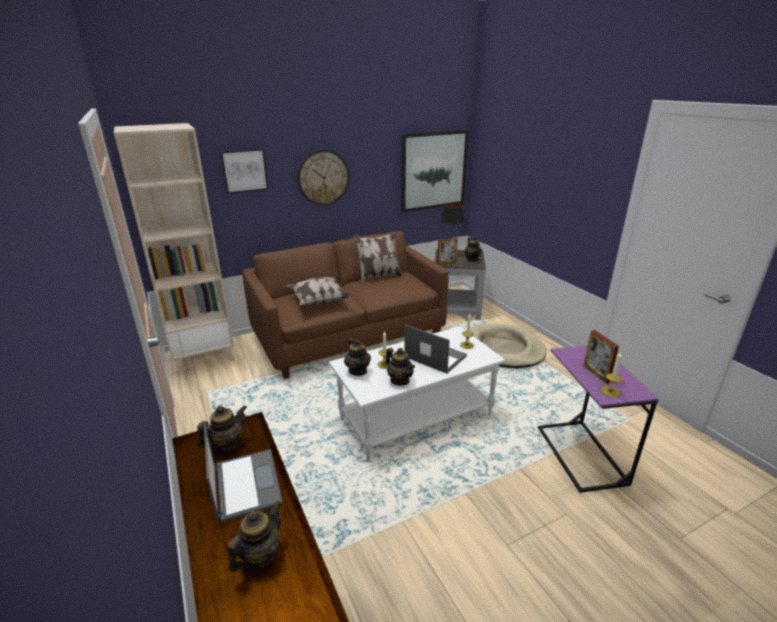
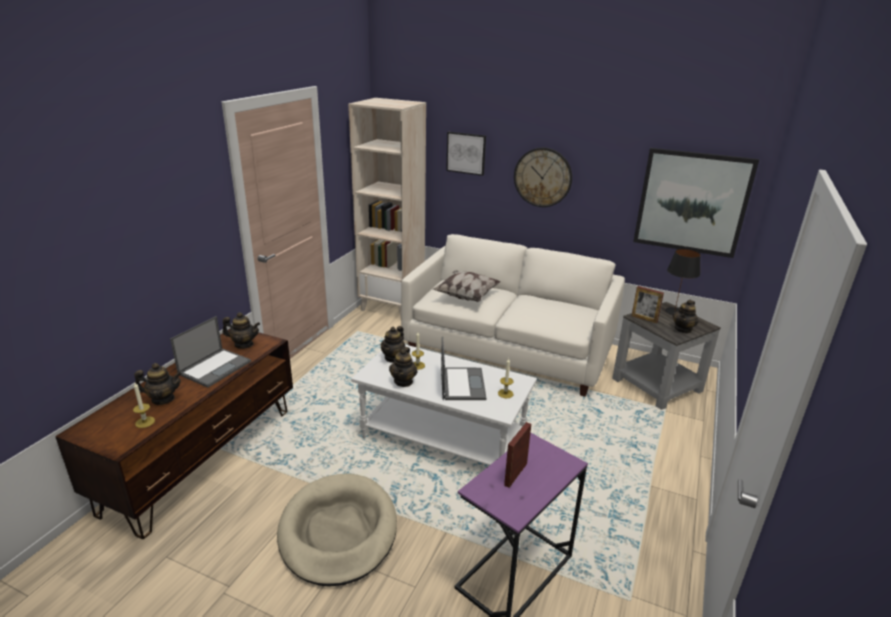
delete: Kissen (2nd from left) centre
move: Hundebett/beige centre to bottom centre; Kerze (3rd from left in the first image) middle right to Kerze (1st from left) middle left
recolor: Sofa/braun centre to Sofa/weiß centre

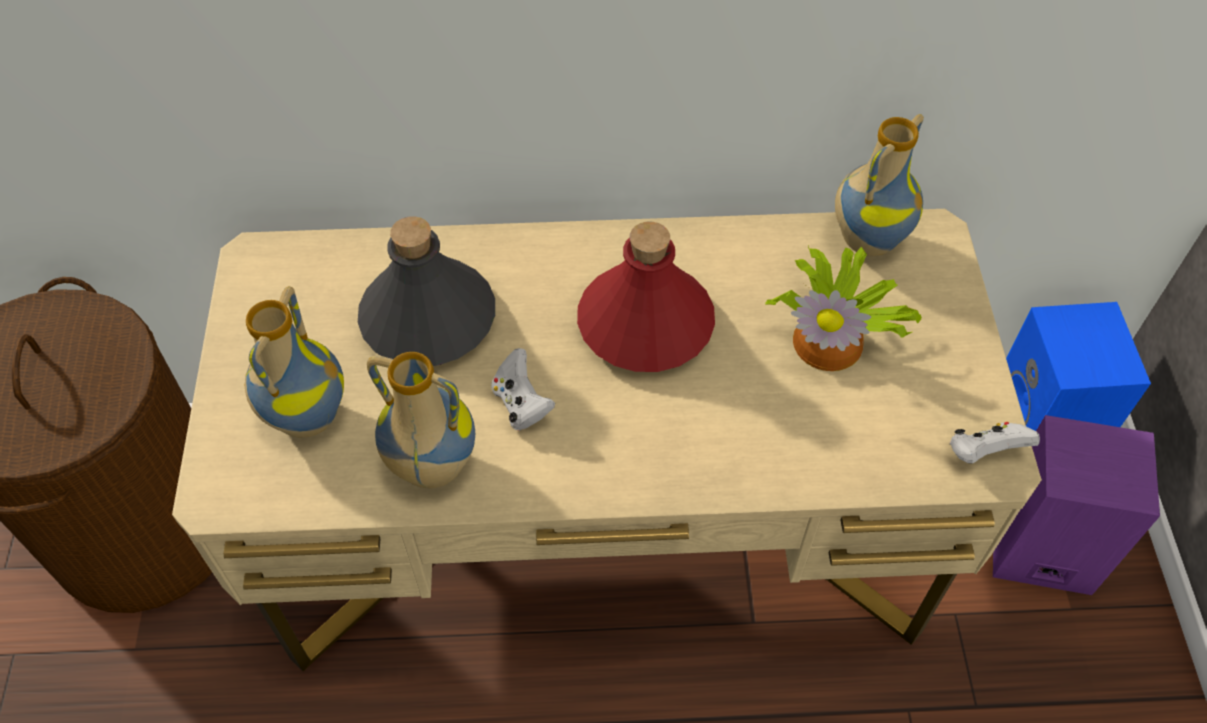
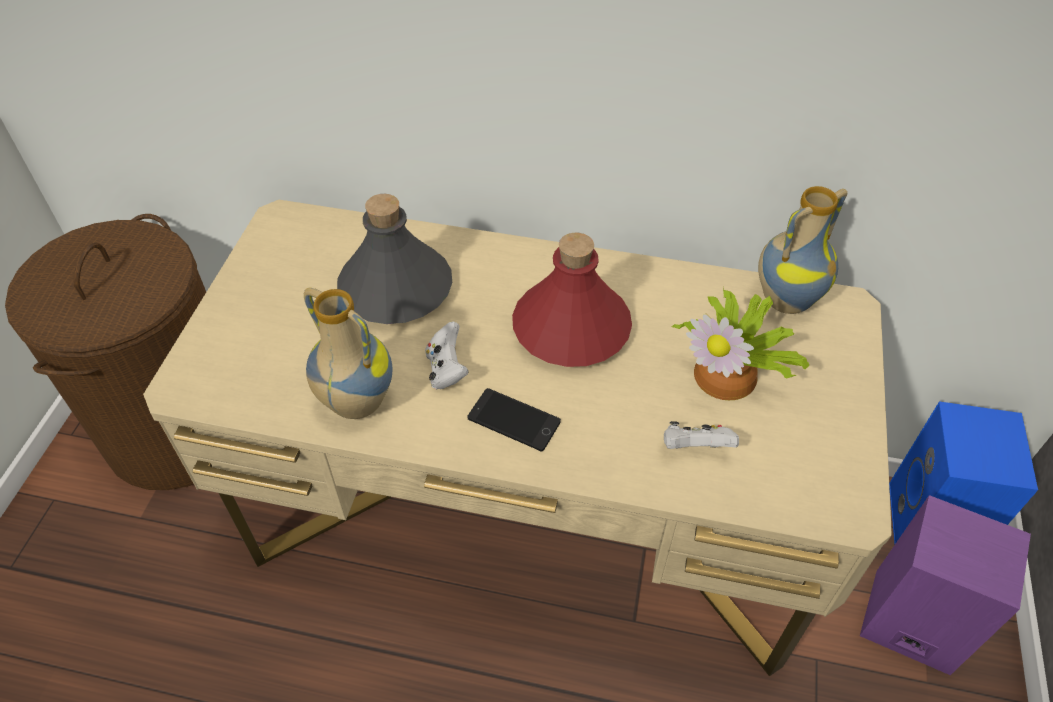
delete: Vase (1st from left) middle left
insert: Handy centre
move: Gamepad/weiß (2nd from left) middle right to centre

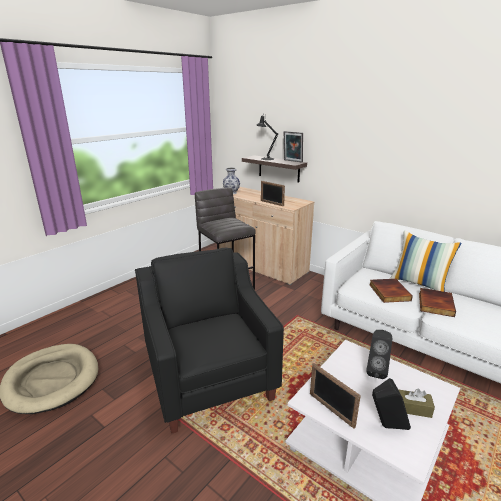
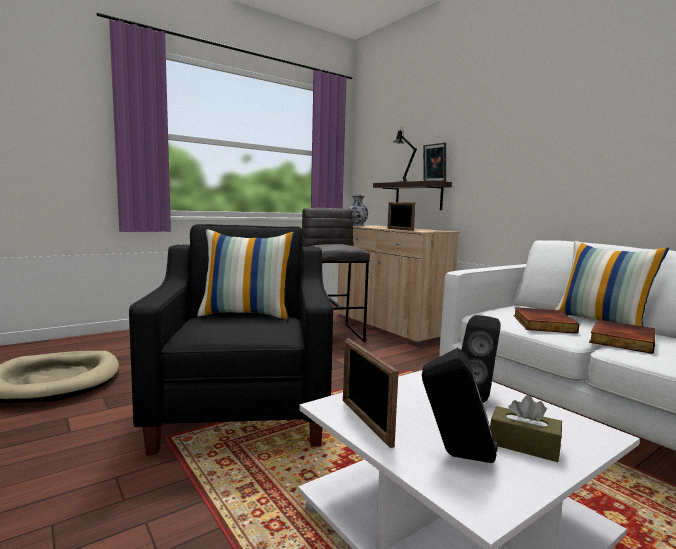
insert: Kissen (1st from left) centre

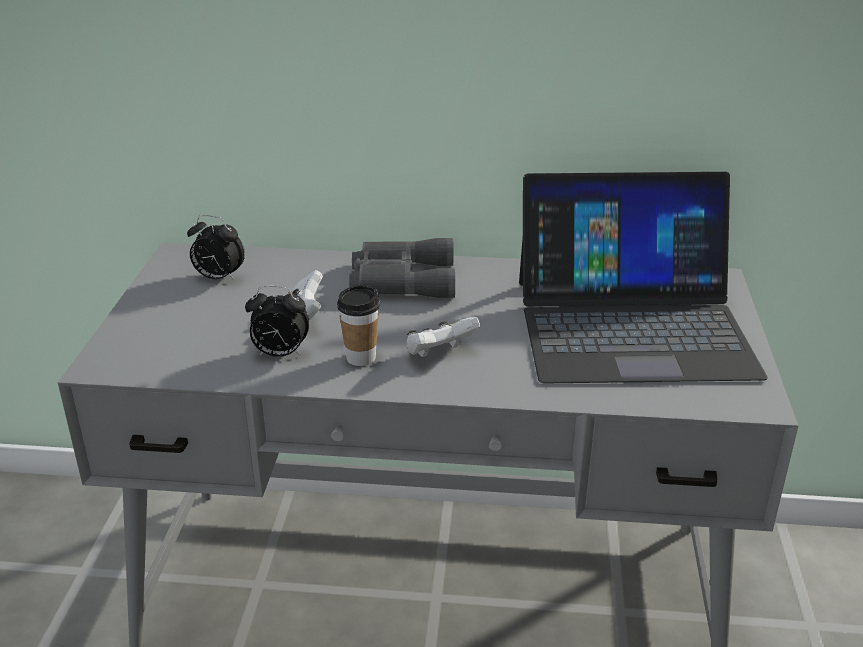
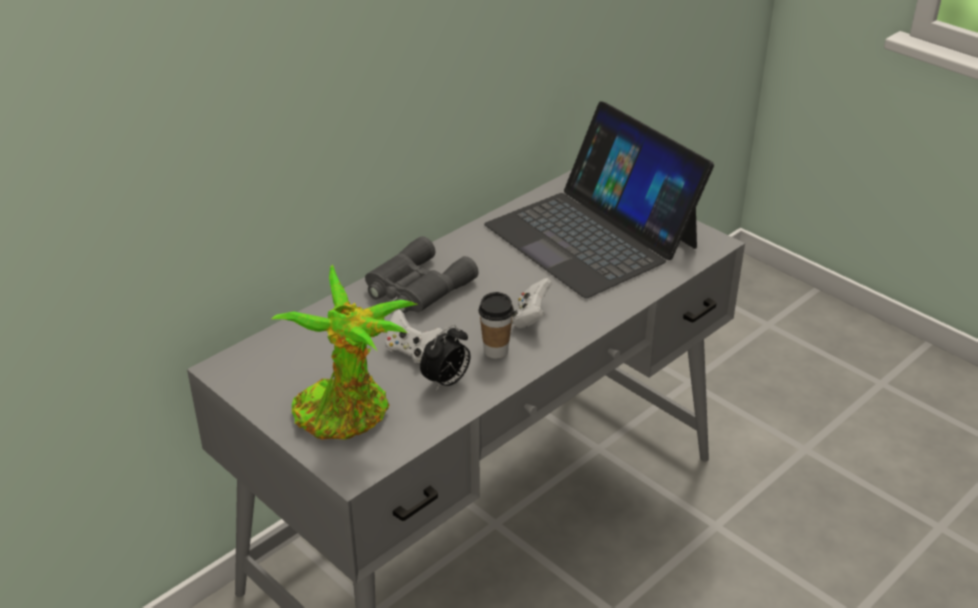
delete: Wecker (1st from left) middle left
insert: Topfpflanze centre
rotate: Laptop middle right = top centre 105 degrees clockwise

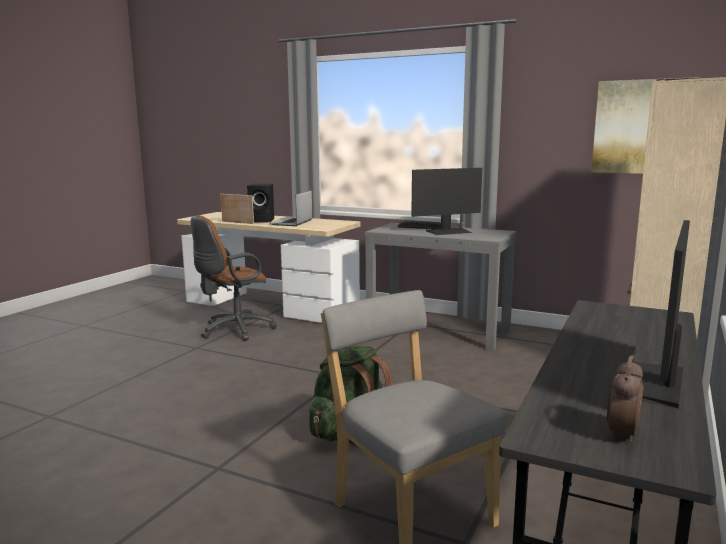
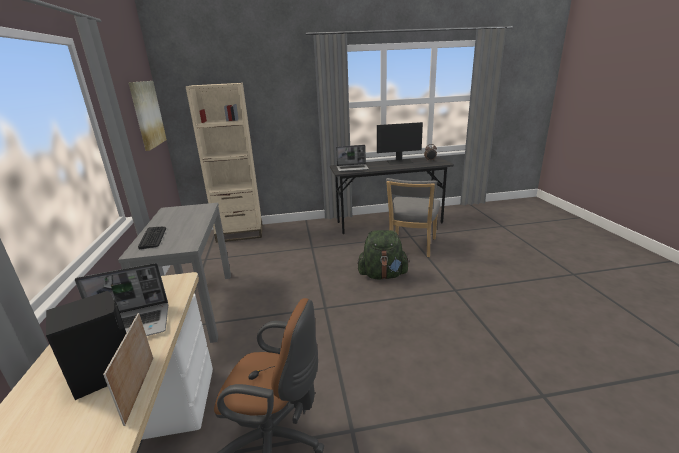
delete: Monitor (1st from left) centre
insert: Laptop (2nd from left) centre

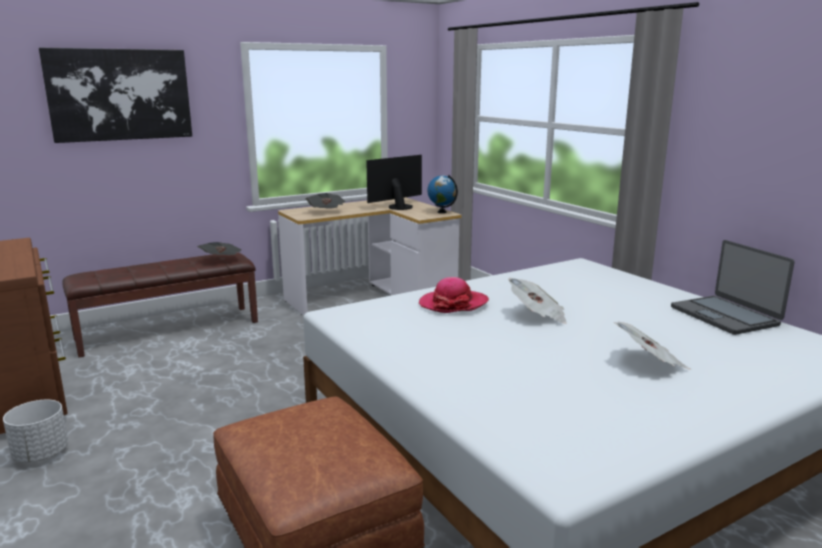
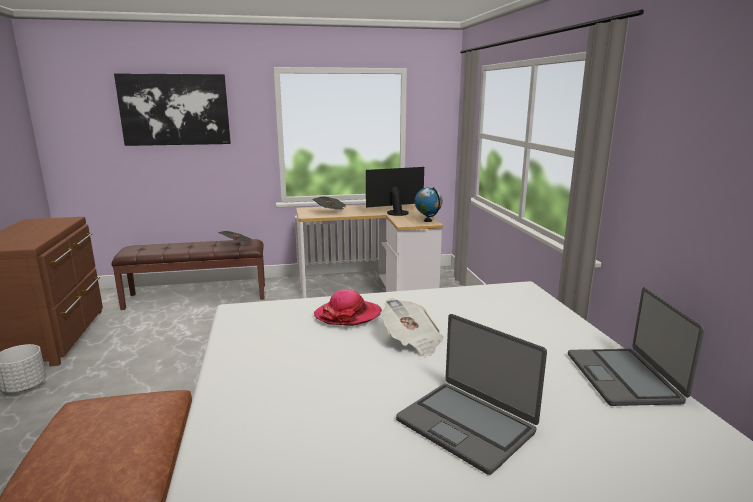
replace: Zeitung (4th from left) middle right to Laptop (1st from left) bottom centre

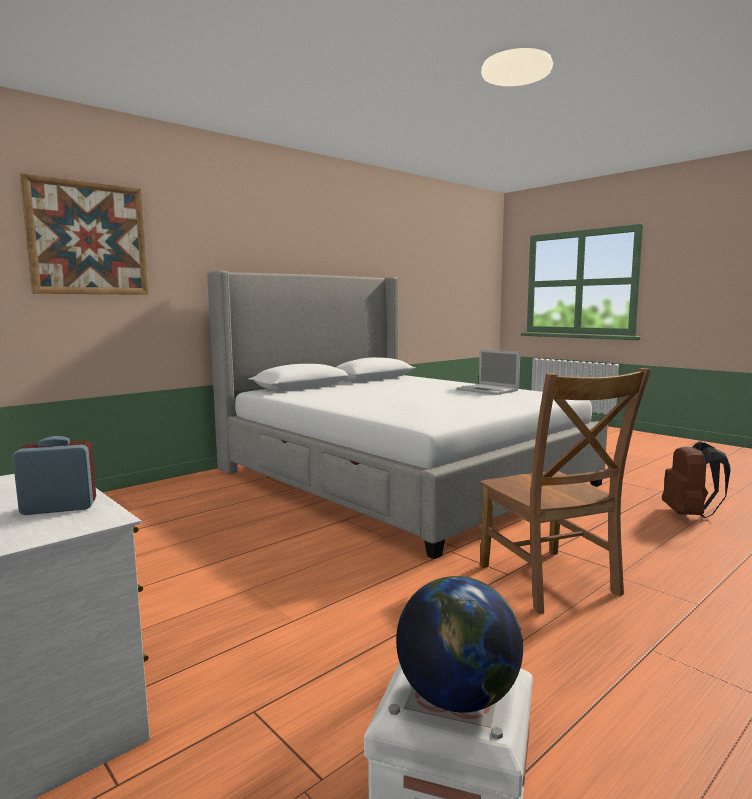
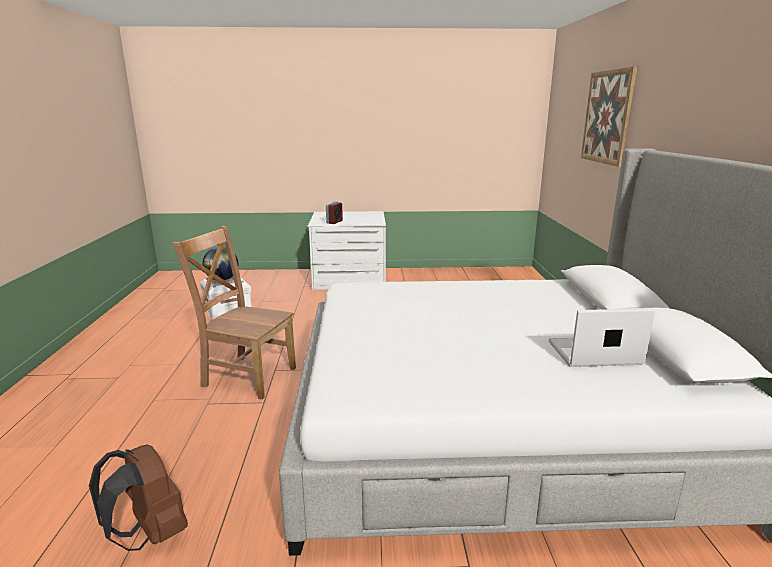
move: Laptop centre to middle right

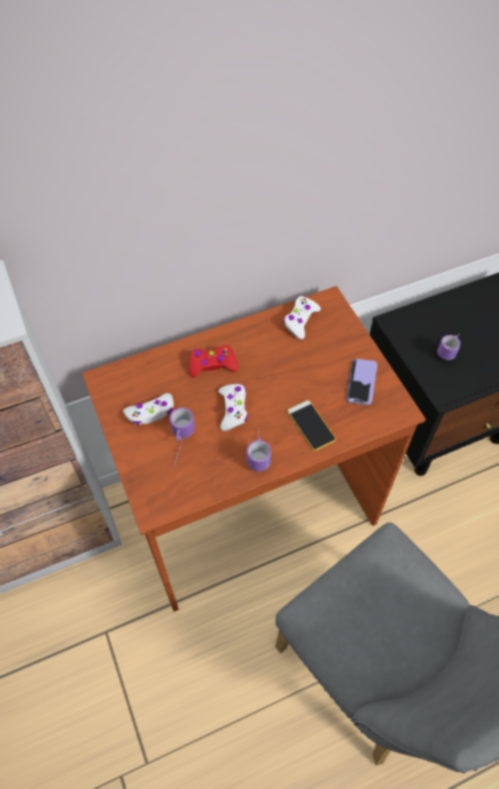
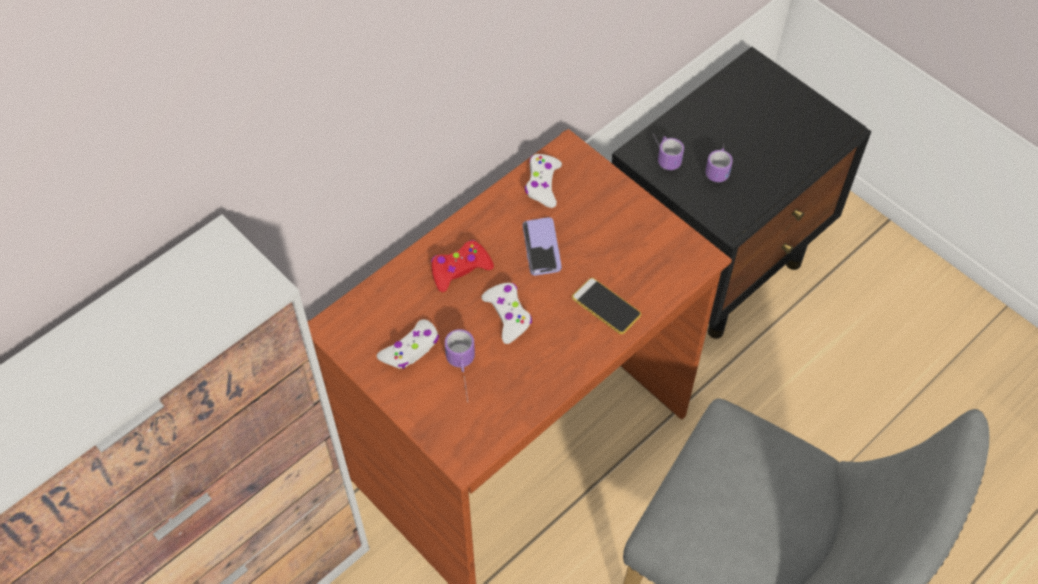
move: Henkelbecher (2nd from left) centre to top centre; Handy (2nd from left in the first image) middle right to Handy (1st from left) centre

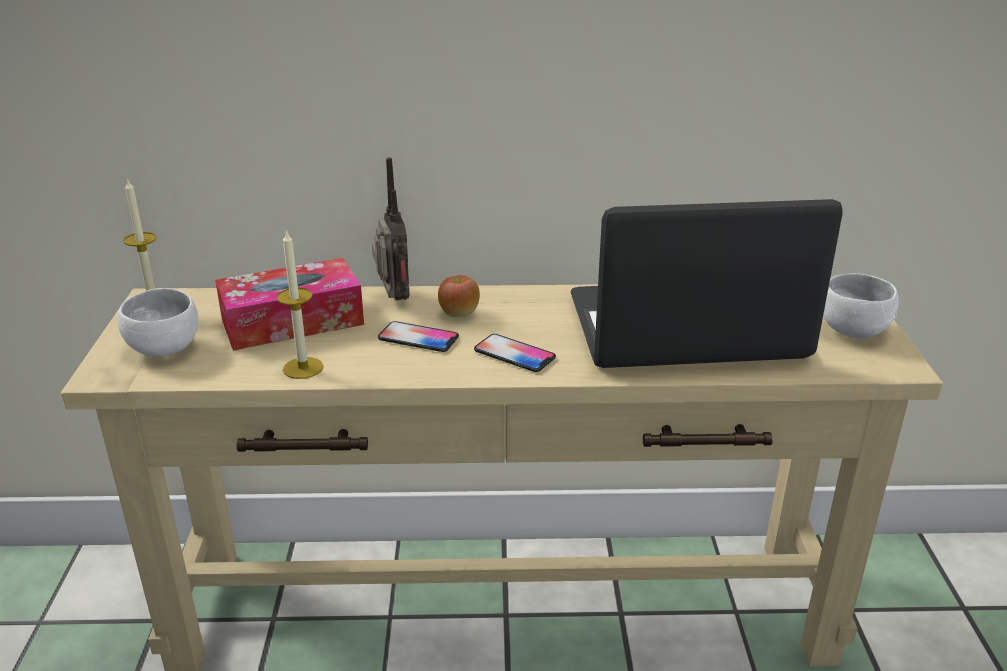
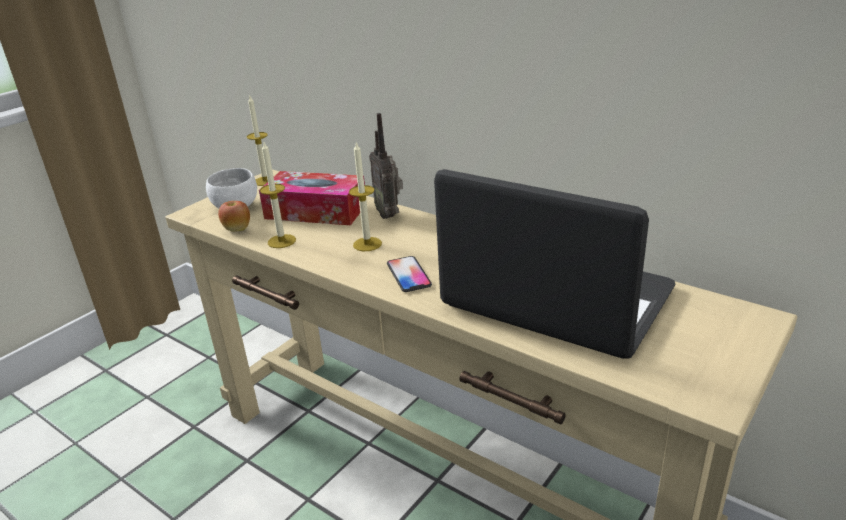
delete: Schüssel/weiß (2nd from left) middle right
move: Apfel centre to middle left
replace: Handy (1st from left) centre to Kerze (3rd from left) centre
rotate: Radio centre = top centre 135 degrees clockwise

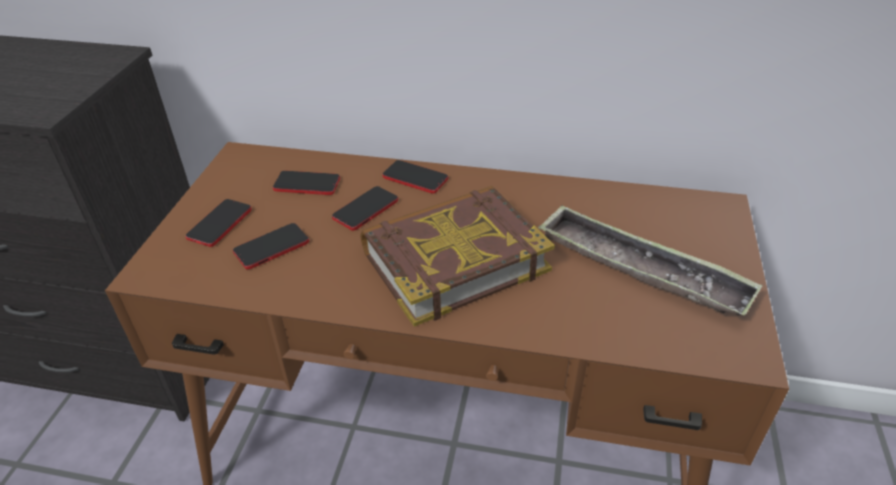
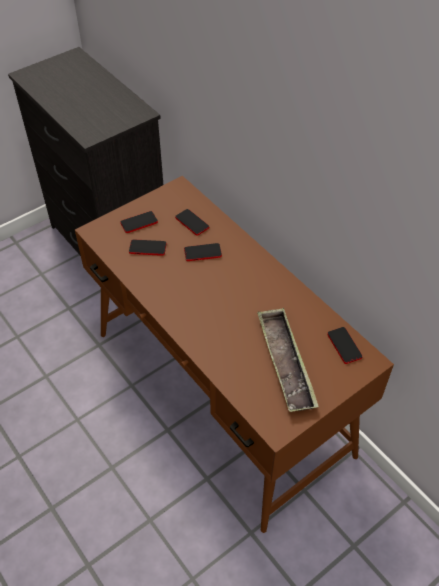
delete: Buch centre
move: Handy (5th from left) centre to middle right

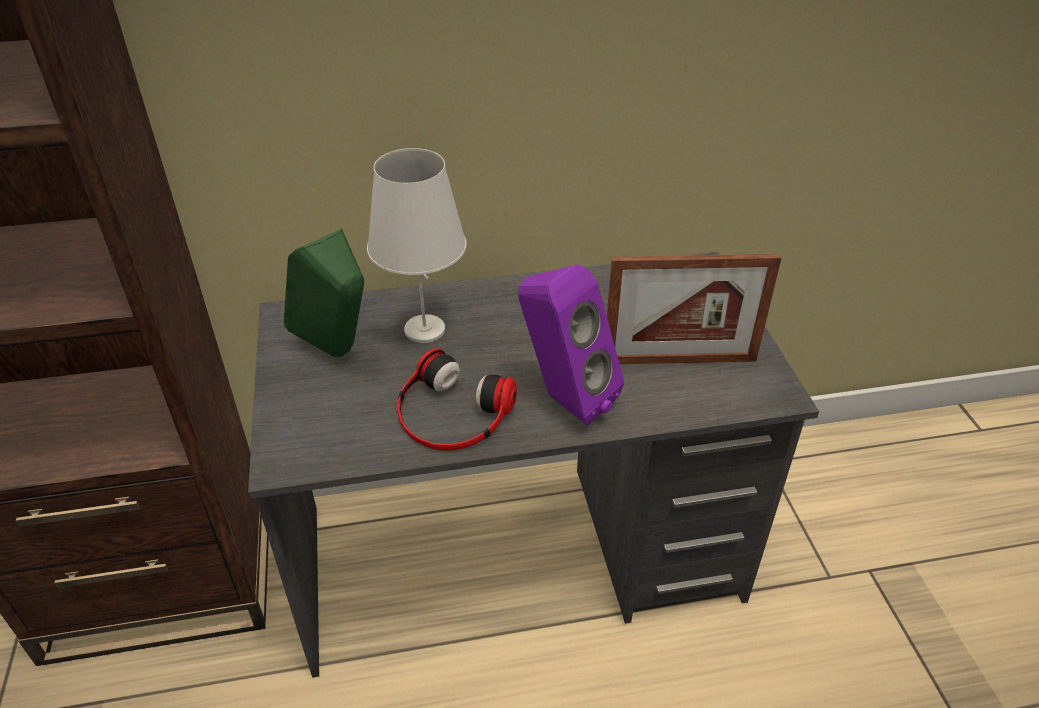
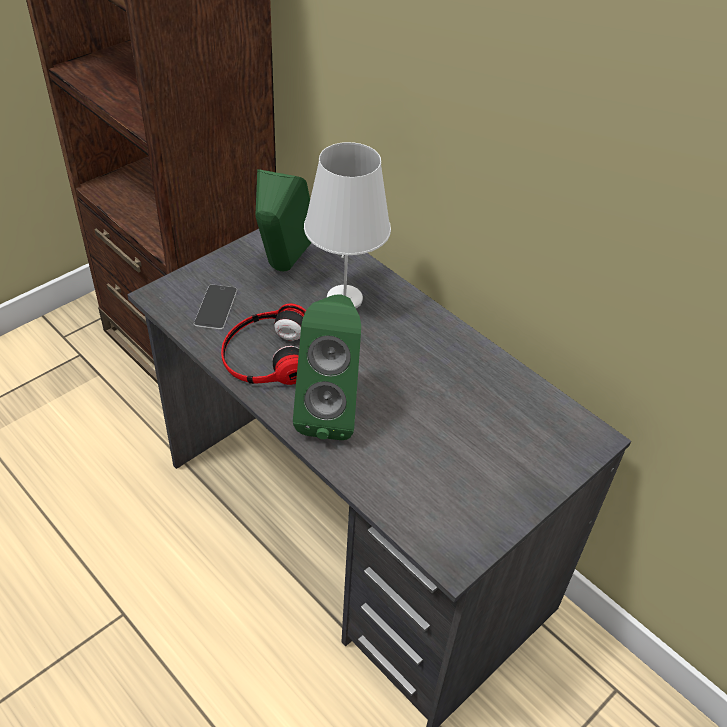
delete: Bilderrahmen middle right
insert: Handy middle left
recolor: Lautsprecher/lila centre to Lautsprecher/grün (2nd from left) centre

